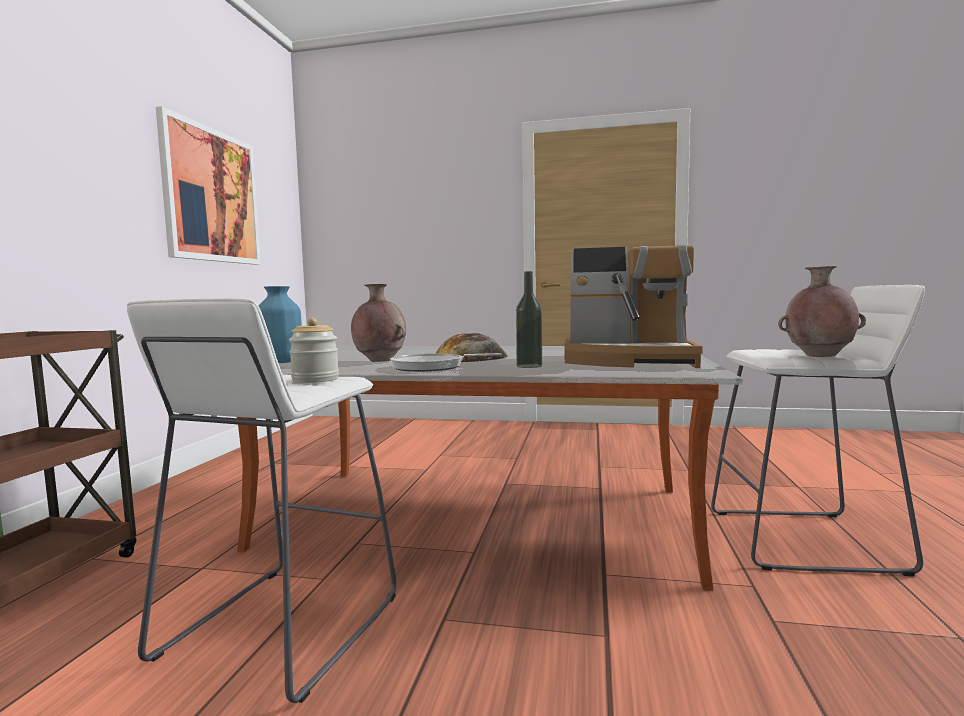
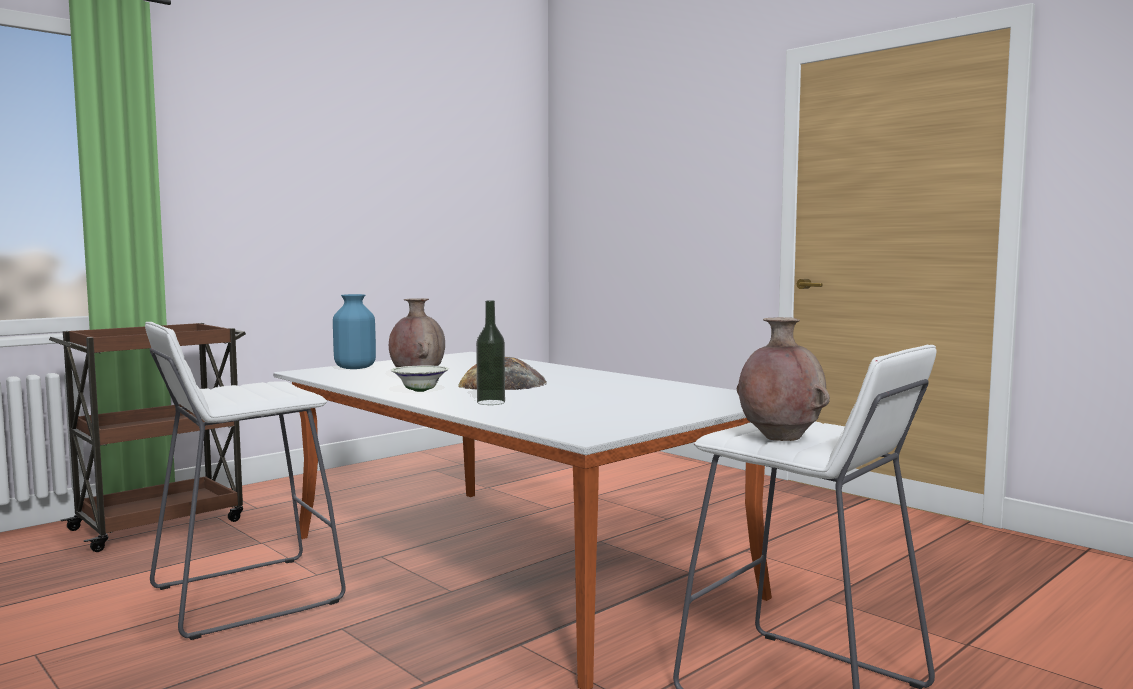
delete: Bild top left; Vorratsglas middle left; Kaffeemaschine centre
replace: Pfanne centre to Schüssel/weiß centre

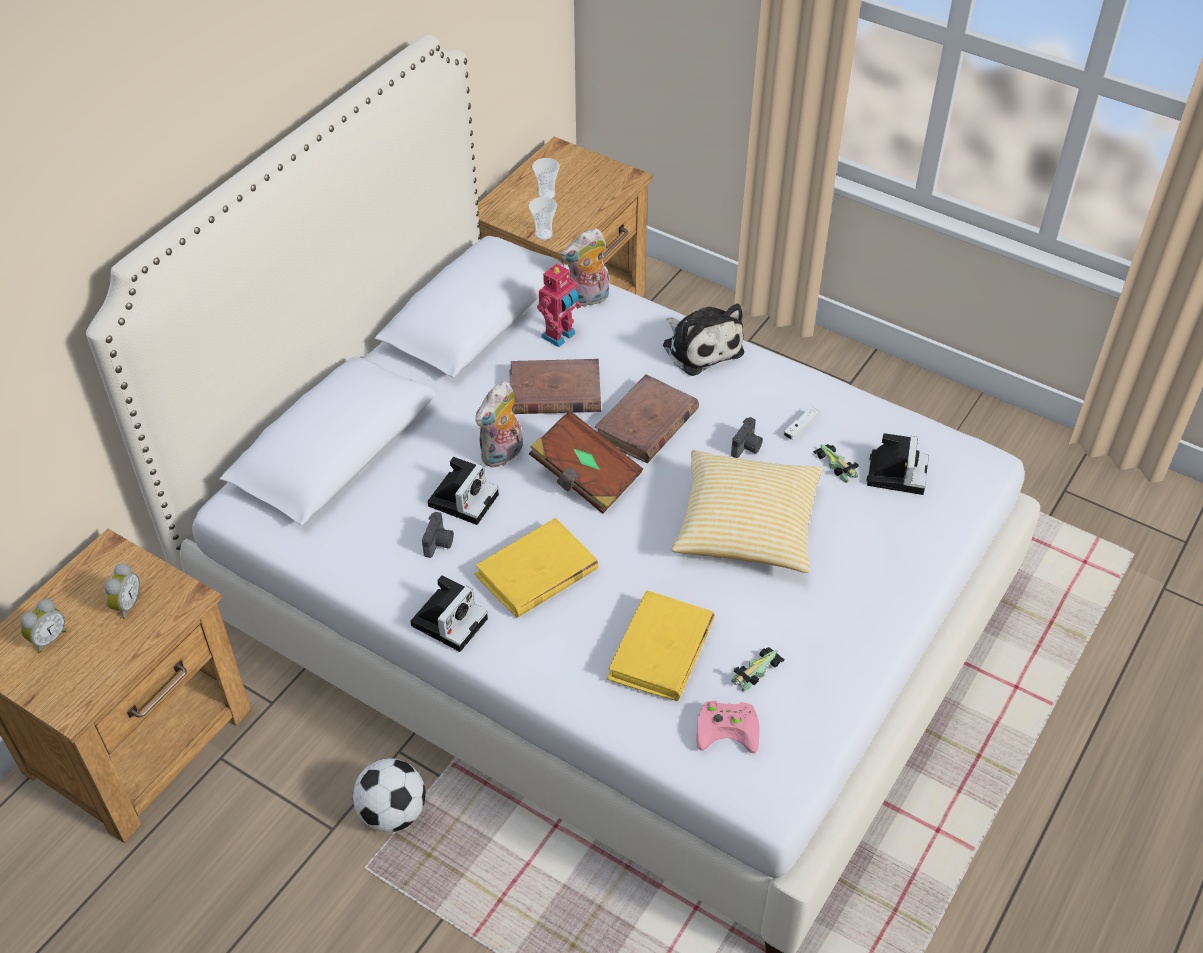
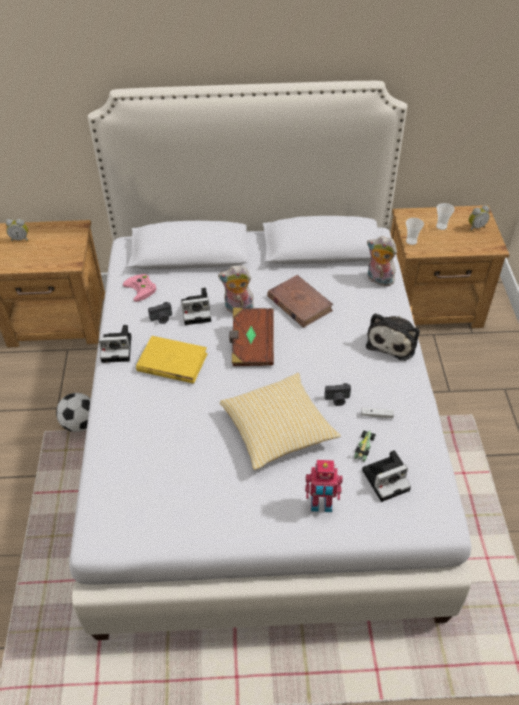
delete: Buch/braun (3rd from left) centre; Buch/gelb (2nd from left) bottom centre; Spielzeugauto (1st from left) bottom centre
move: Wecker (2nd from left) middle left to top right; Spielzeugroboter top centre to bottom centre; Gamepad/rosa bottom centre to middle left

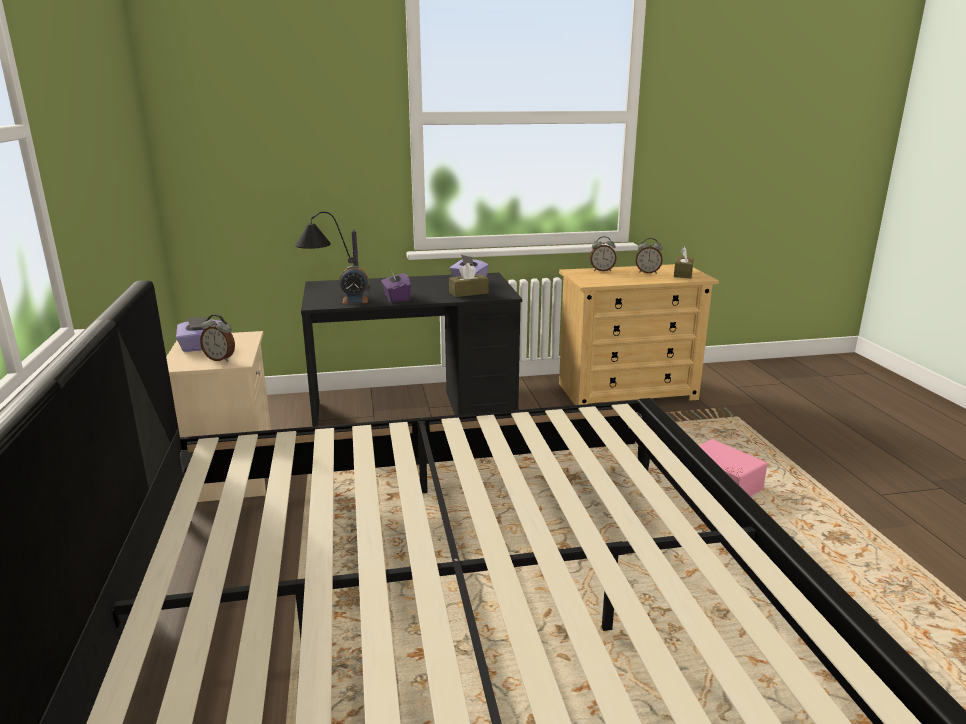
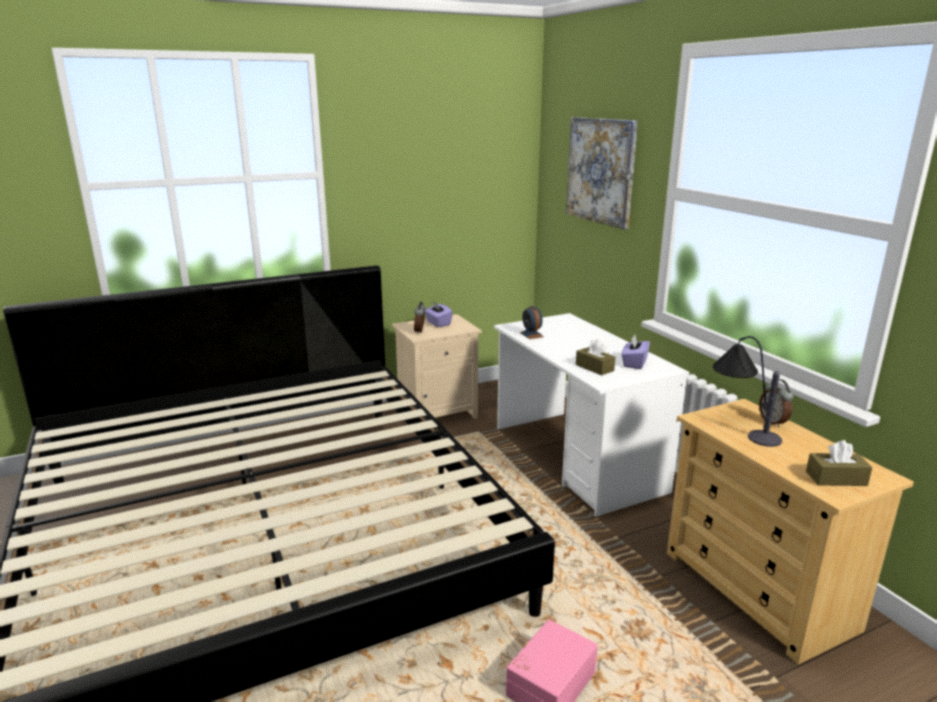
delete: Taschentuchbox/lila (2nd from left) centre; Wecker (4th from left) middle right
insert: Bild top centre
move: Tischlampe centre to middle right
recolor: Schreibtisch/schwarz centre to Schreibtisch/weiß centre

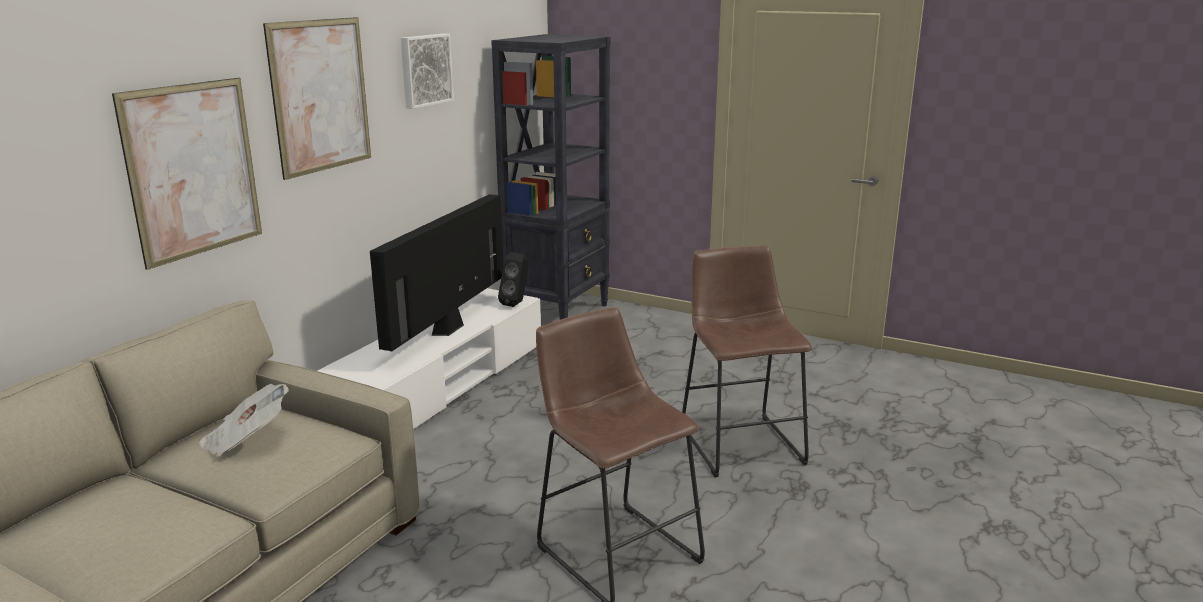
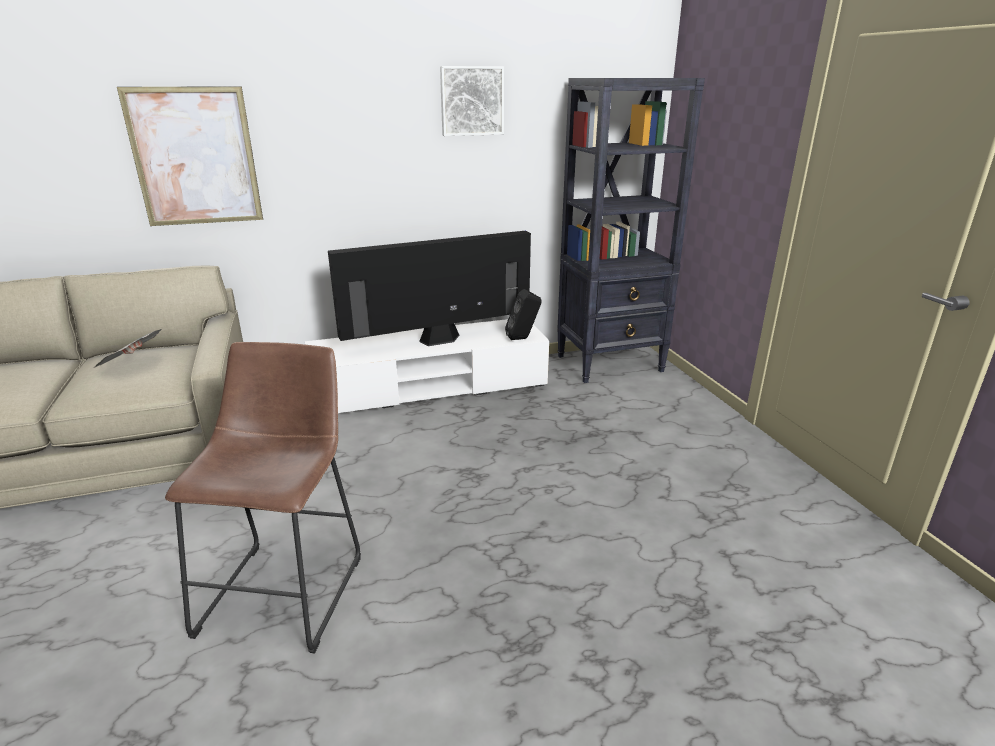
delete: Bild (2nd from left) top left; Hocker/braun (2nd from left) centre

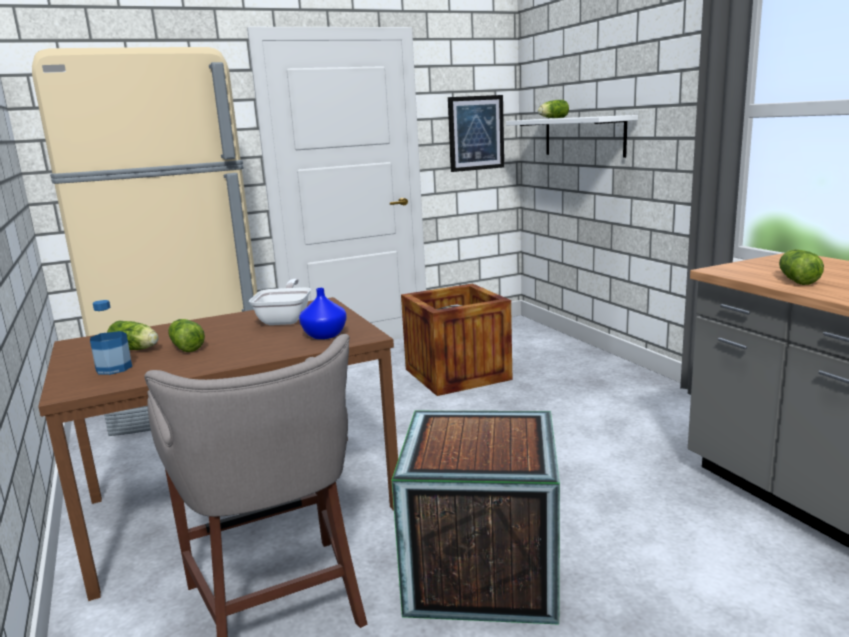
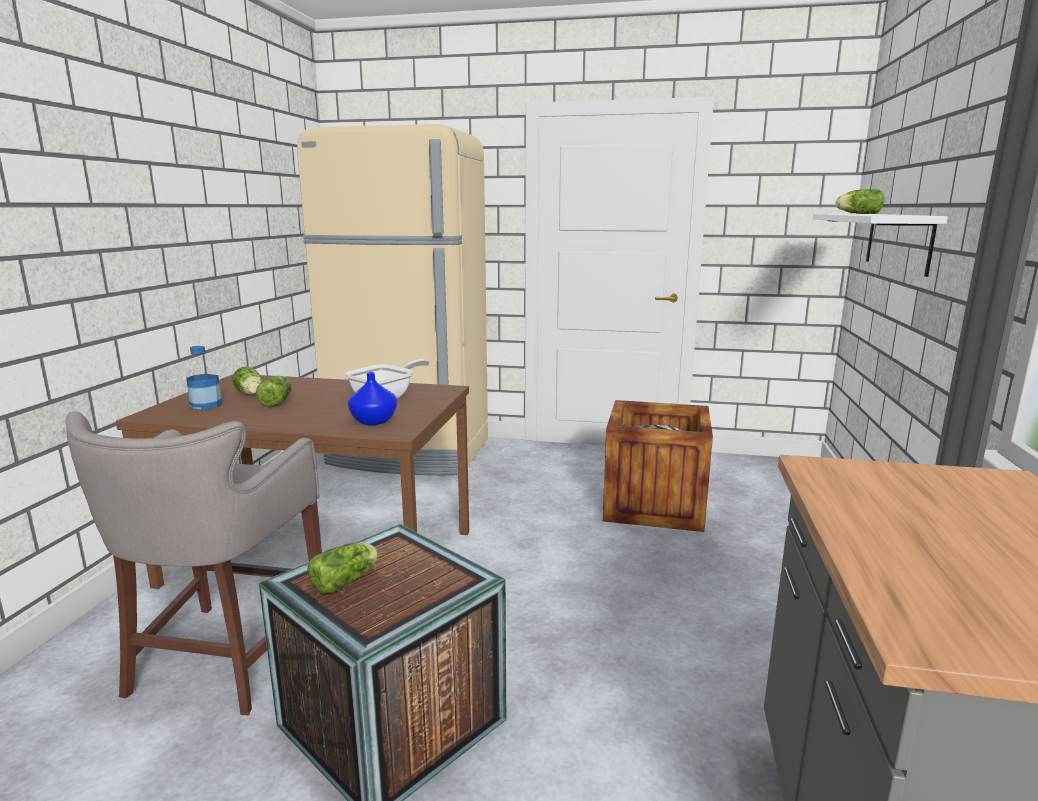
delete: Bild top centre
move: Salatkopf (4th from left in the first image) middle right to Salatkopf (3rd from left) bottom left

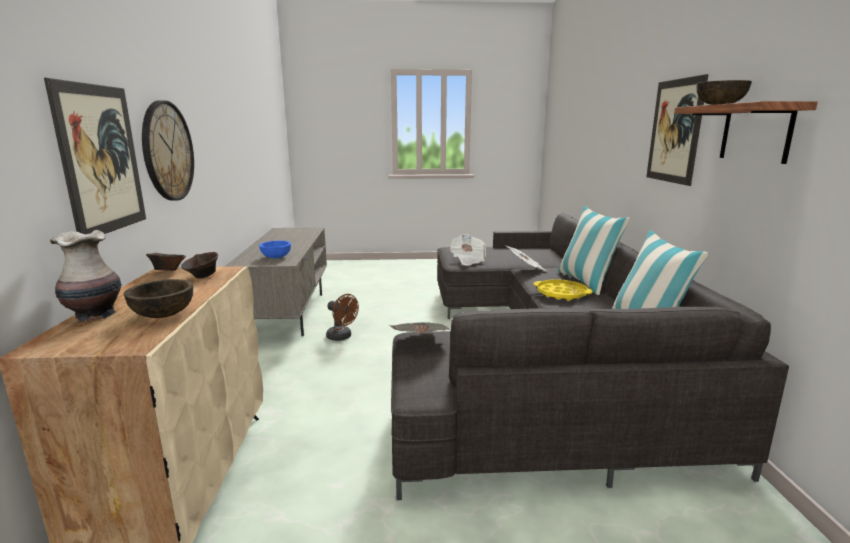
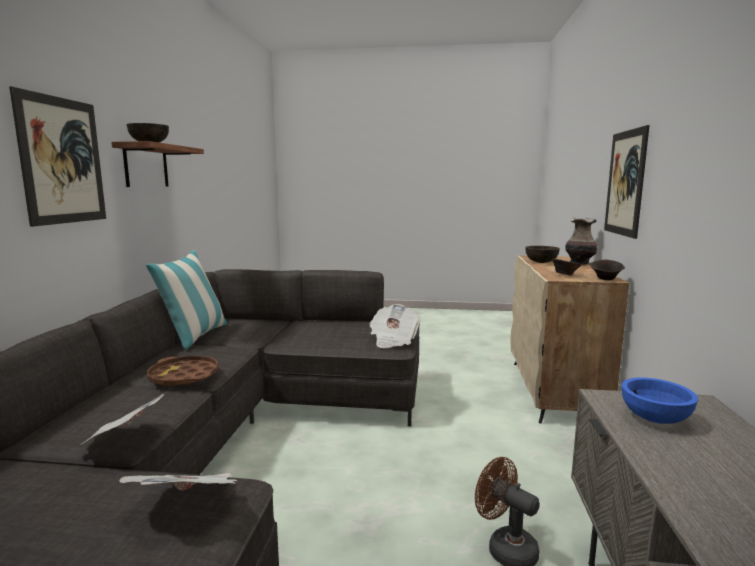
delete: Wanduhr top left; Kissen (1st from left) middle right
recolor: Tablett/gelb centre to Tablett/braun middle left

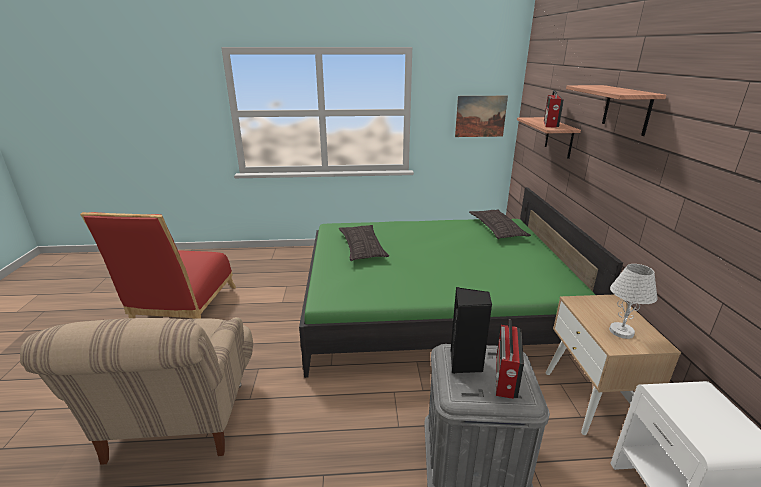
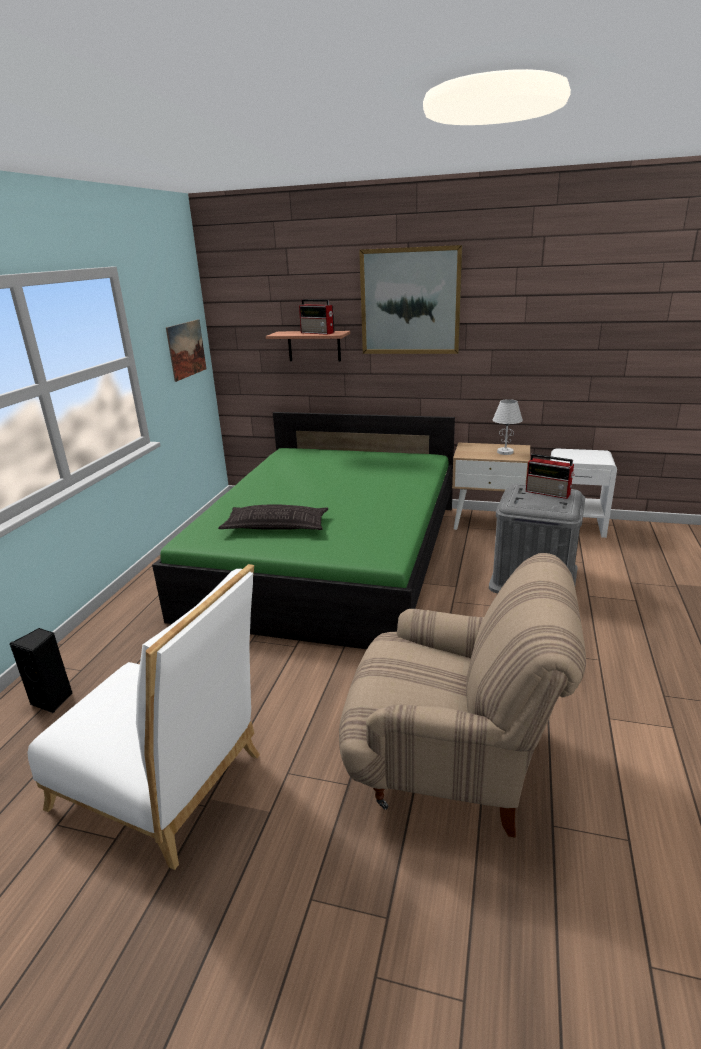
delete: Kissen (2nd from left) centre
move: Lautsprecher/schwarz bottom centre to middle left
replace: Wandregal (2nd from left) top right to Bild (2nd from left) top centre
recolor: Stuhl/rot middle left to Stuhl/weiß bottom left

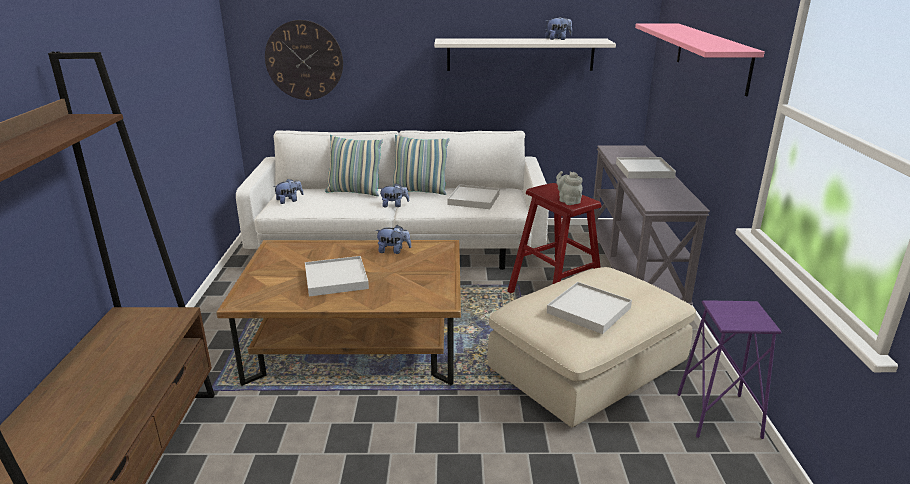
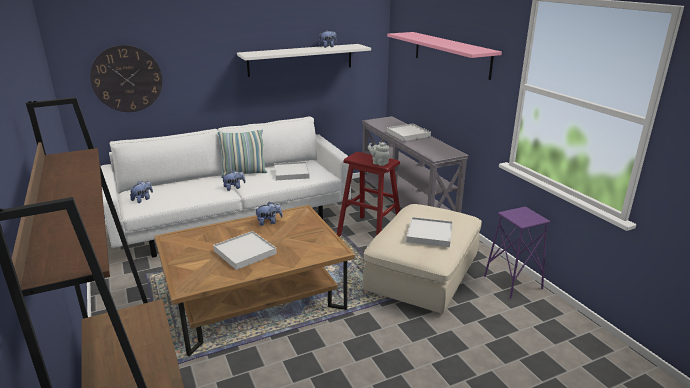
delete: Kissen (1st from left) centre

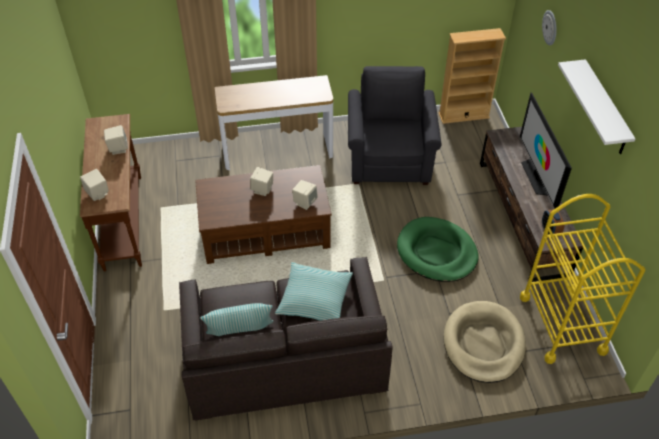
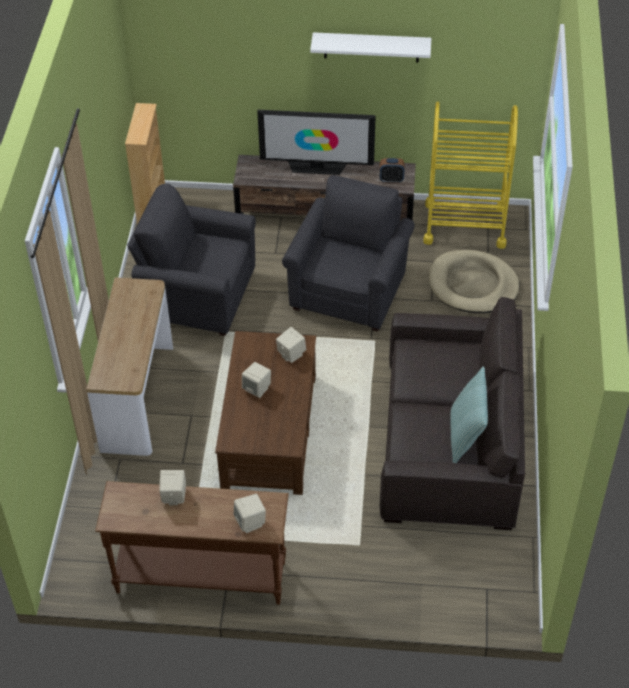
delete: Kissen (2nd from left) centre; Wanduhr top right
replace: Hundebett/grün centre to Sessel/grau (2nd from left) centre

